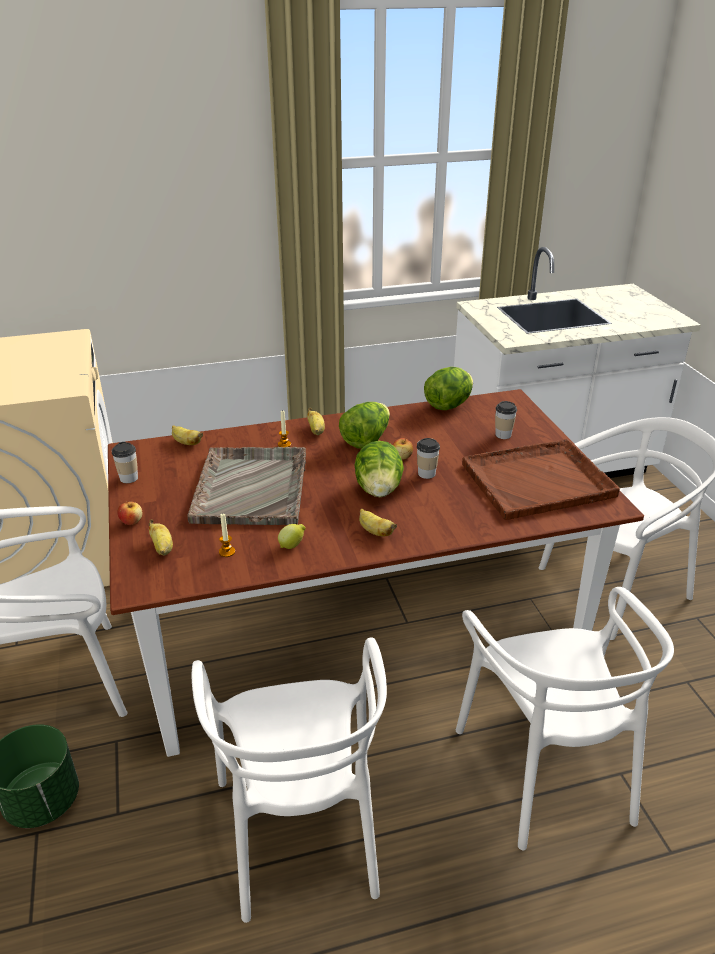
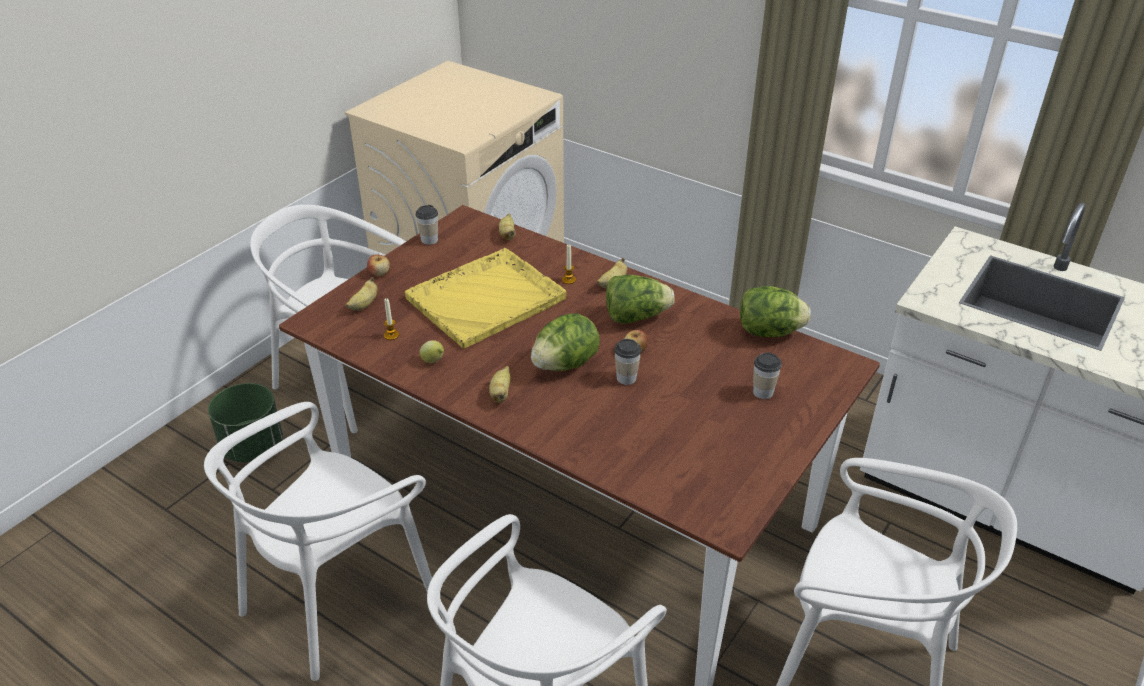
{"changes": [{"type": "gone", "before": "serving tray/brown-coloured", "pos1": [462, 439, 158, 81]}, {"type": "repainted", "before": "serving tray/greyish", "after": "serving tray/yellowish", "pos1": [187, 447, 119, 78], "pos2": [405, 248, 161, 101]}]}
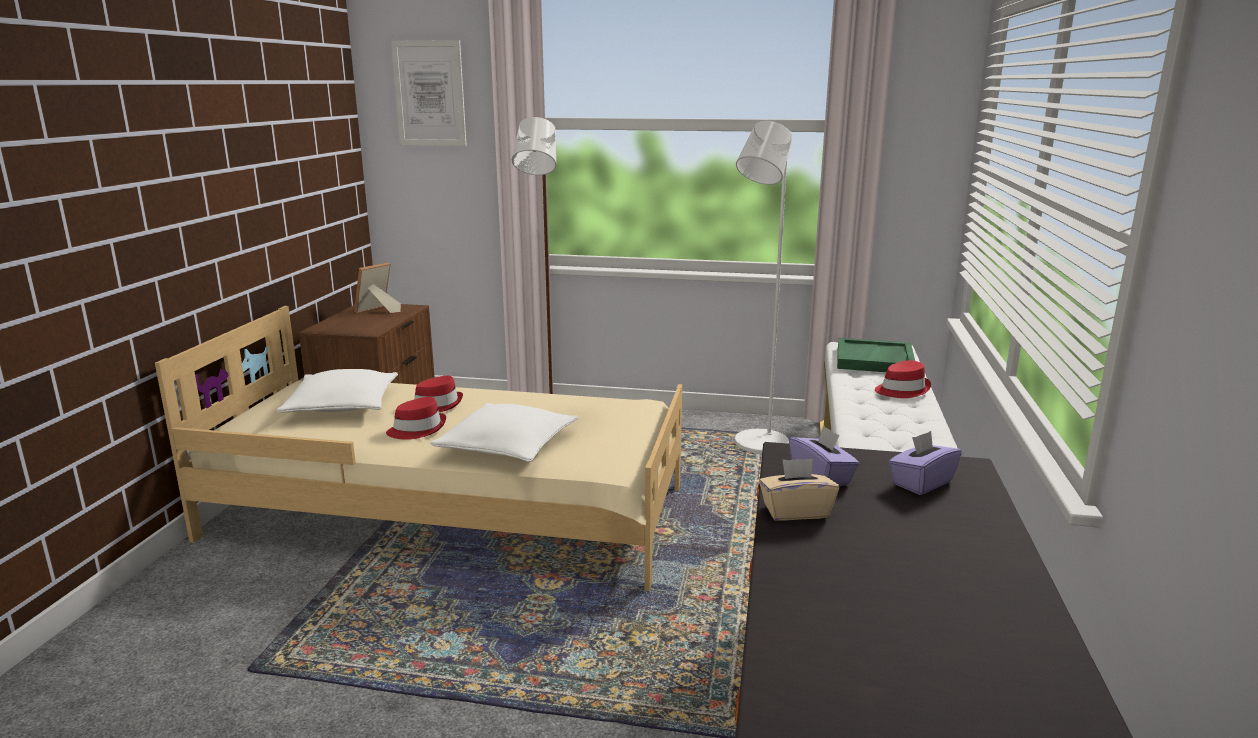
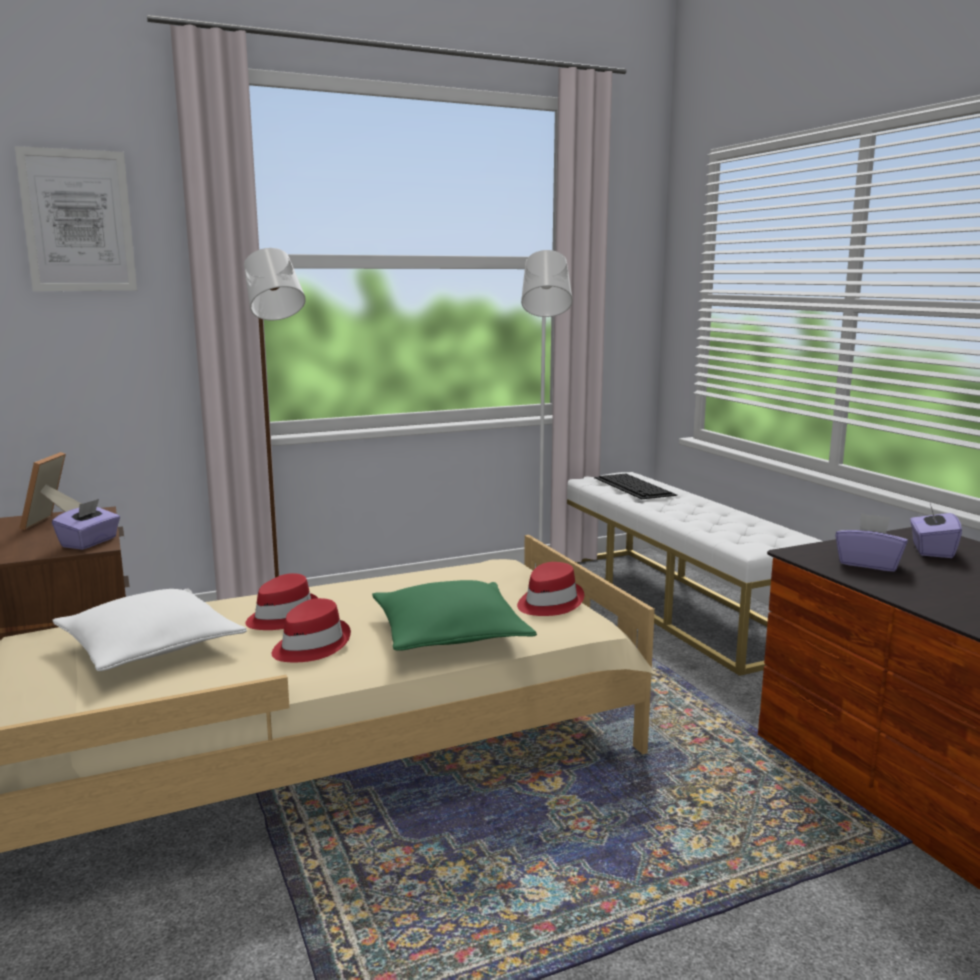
{"changes": [{"type": "gone", "before": "tissue holder/beige", "pos1": [759, 459, 80, 62]}, {"type": "new", "after": "tissue holder/purplish", "pos2": [52, 499, 68, 51]}, {"type": "shifted", "before": "wearable hat/reddish", "pos1": [875, 360, 56, 38], "pos2": [517, 562, 67, 54]}, {"type": "swapped", "before": "serving tray/green-coloured", "after": "computer keyboard", "pos1": [837, 338, 78, 34], "pos2": [594, 474, 83, 25]}, {"type": "repainted", "before": "cushion/whitish", "after": "cushion/green-coloured", "pos1": [430, 403, 148, 59], "pos2": [372, 580, 165, 71]}]}
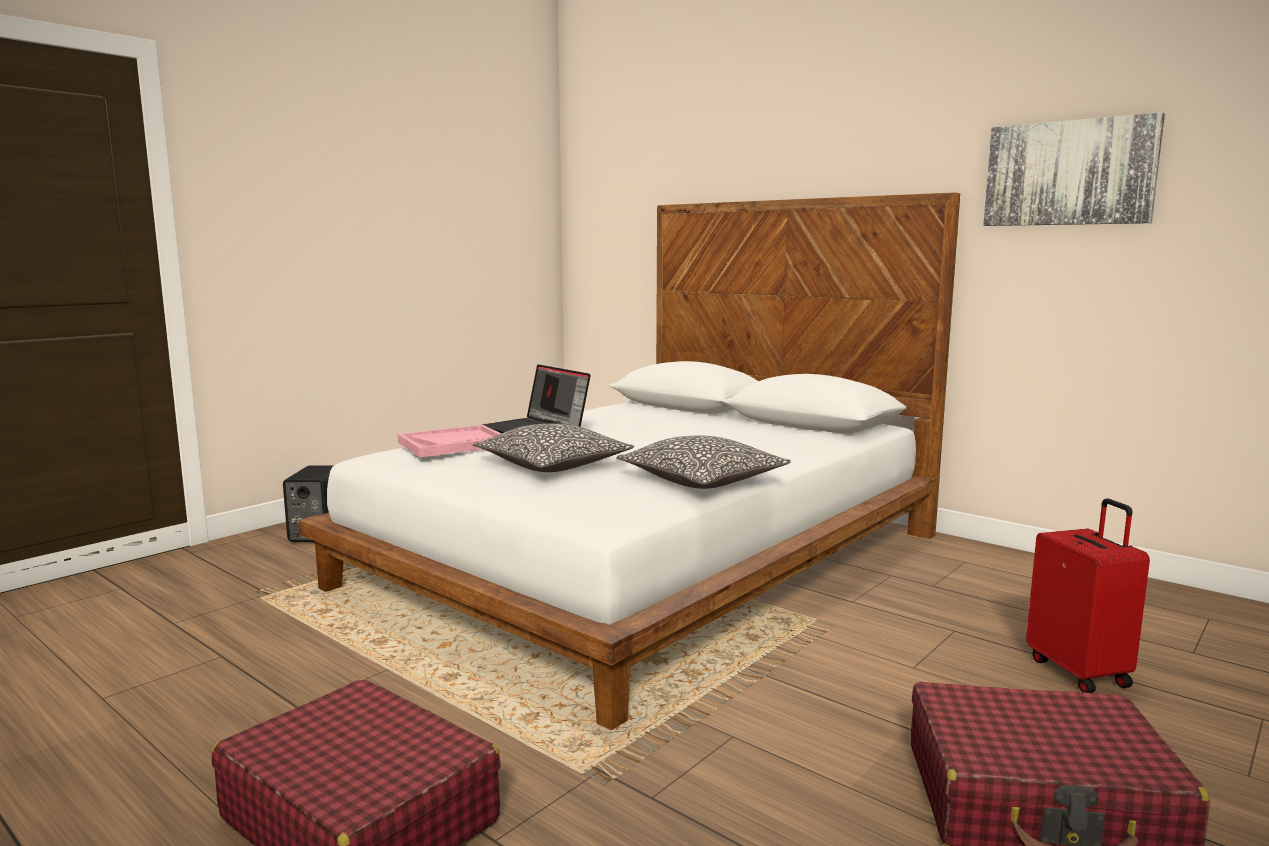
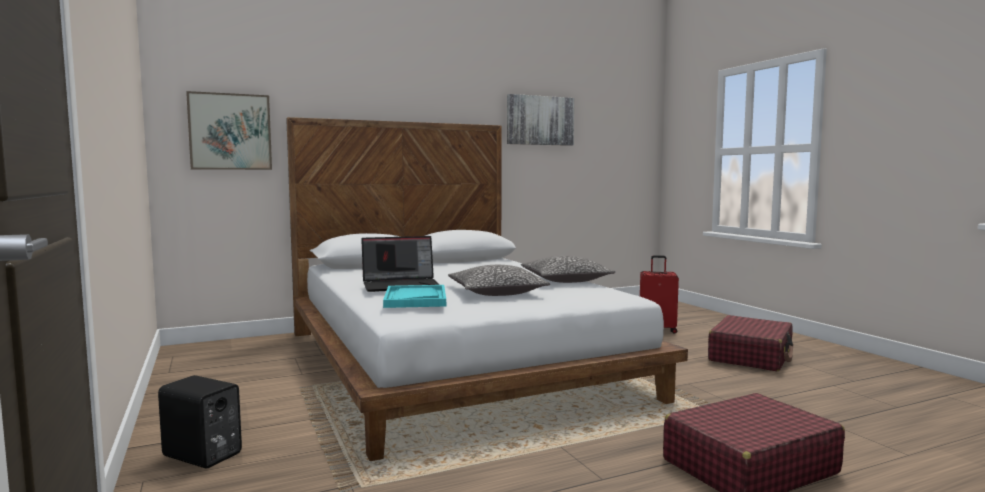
{"changes": [{"type": "new", "after": "picture", "pos2": [186, 91, 86, 79]}, {"type": "repainted", "before": "serving tray/pink-coloured", "after": "serving tray/turquoise", "pos1": [398, 425, 103, 32], "pos2": [383, 285, 63, 23]}]}
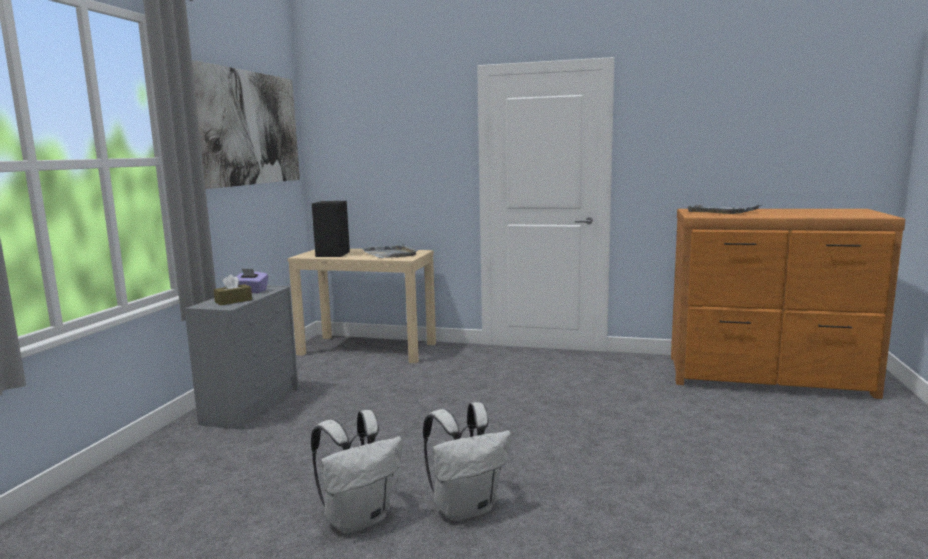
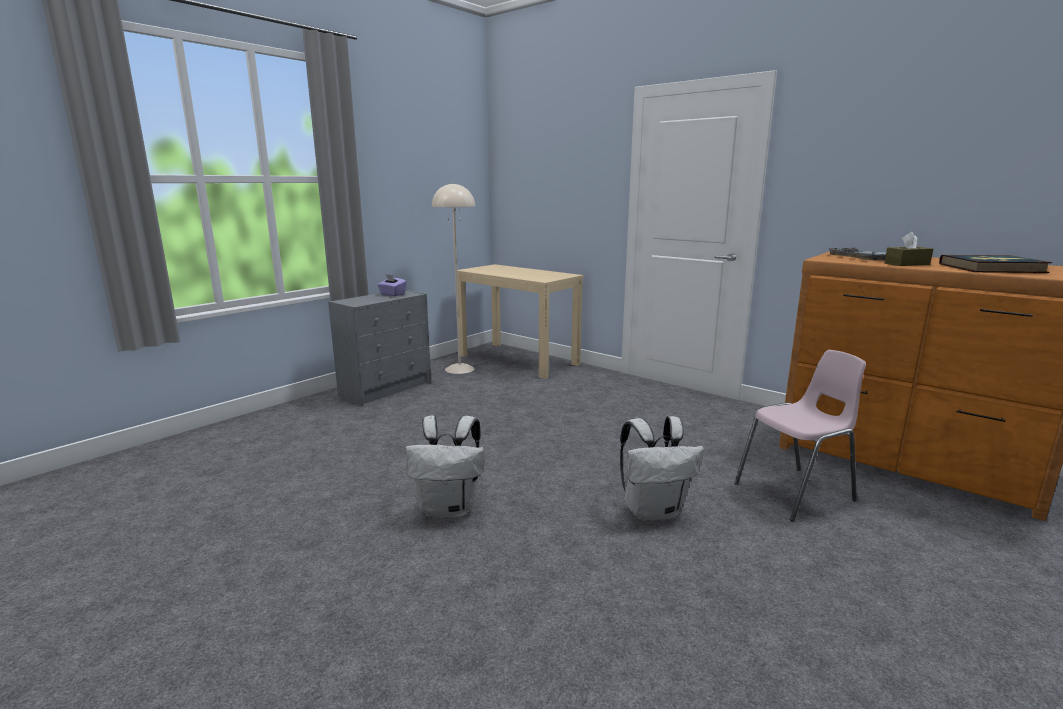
{"changes": [{"type": "gone", "before": "picture", "pos1": [192, 60, 108, 129]}, {"type": "gone", "before": "loudspeaker/black-coloured", "pos1": [312, 201, 38, 56]}, {"type": "gone", "before": "serving tray/greyish", "pos1": [362, 244, 56, 14]}, {"type": "new", "after": "standing lamp/beige", "pos2": [432, 183, 43, 191]}, {"type": "new", "after": "chair/pink-coloured", "pos2": [734, 350, 132, 172]}, {"type": "new", "after": "book", "pos2": [939, 255, 113, 18]}, {"type": "shifted", "before": "tissue holder/brown-coloured", "pos1": [214, 274, 38, 31], "pos2": [884, 232, 49, 34]}, {"type": "shifted", "before": "backpack/whitish", "pos1": [311, 410, 91, 124], "pos2": [620, 416, 84, 105]}]}
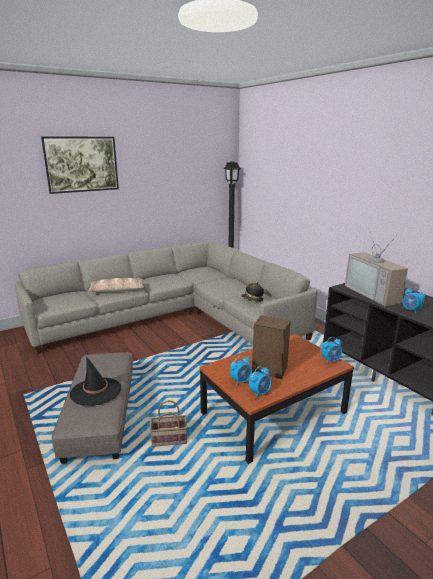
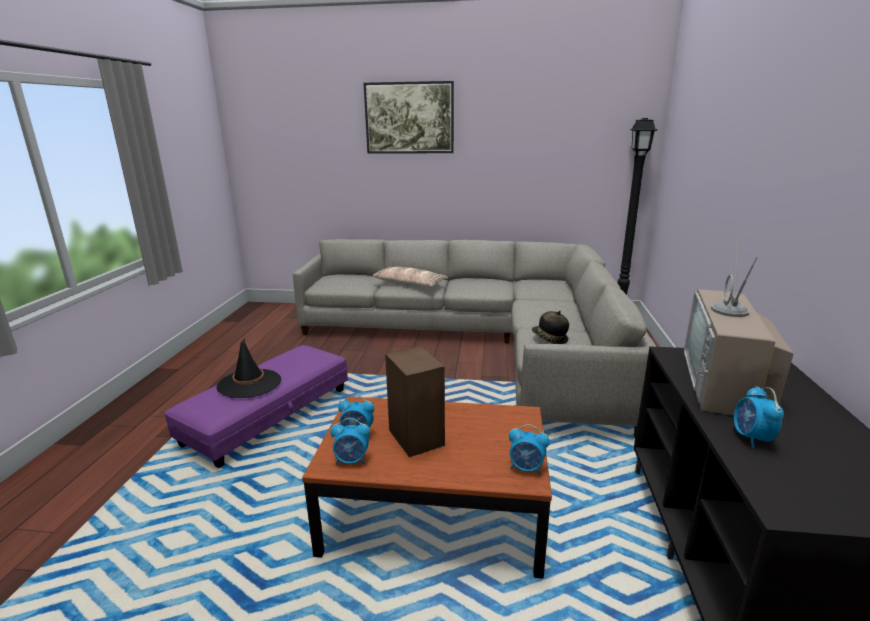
{"changes": [{"type": "gone", "before": "household basket", "pos1": [150, 400, 37, 47]}, {"type": "repainted", "before": "ottoman/greyish", "after": "ottoman/purplish", "pos1": [52, 352, 81, 112], "pos2": [165, 345, 183, 123]}]}
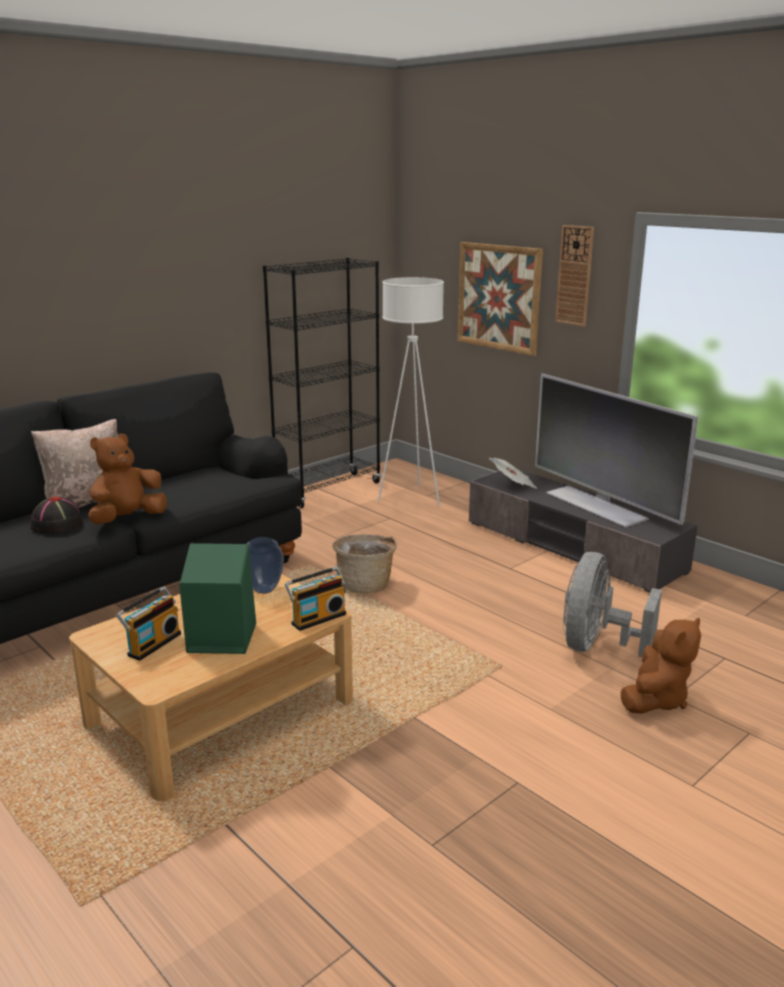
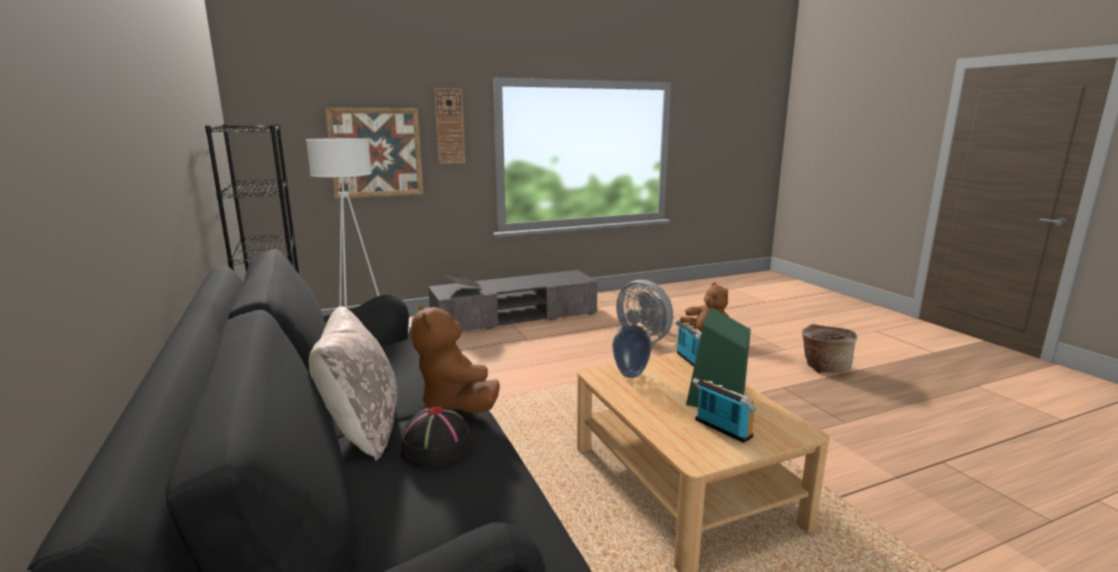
{"changes": [{"type": "gone", "before": "TV", "pos1": [535, 373, 163, 154]}, {"type": "shifted", "before": "household basket", "pos1": [333, 534, 64, 59], "pos2": [802, 324, 56, 49]}]}
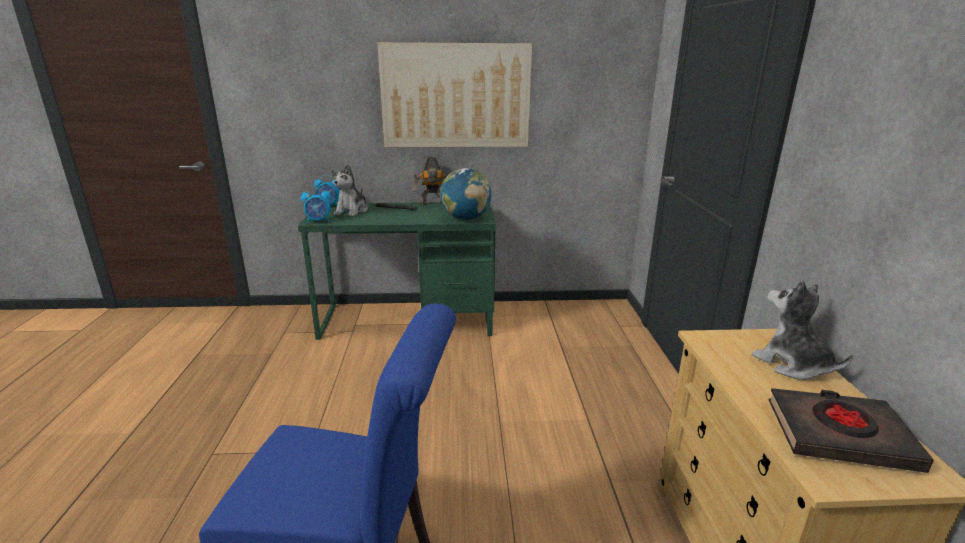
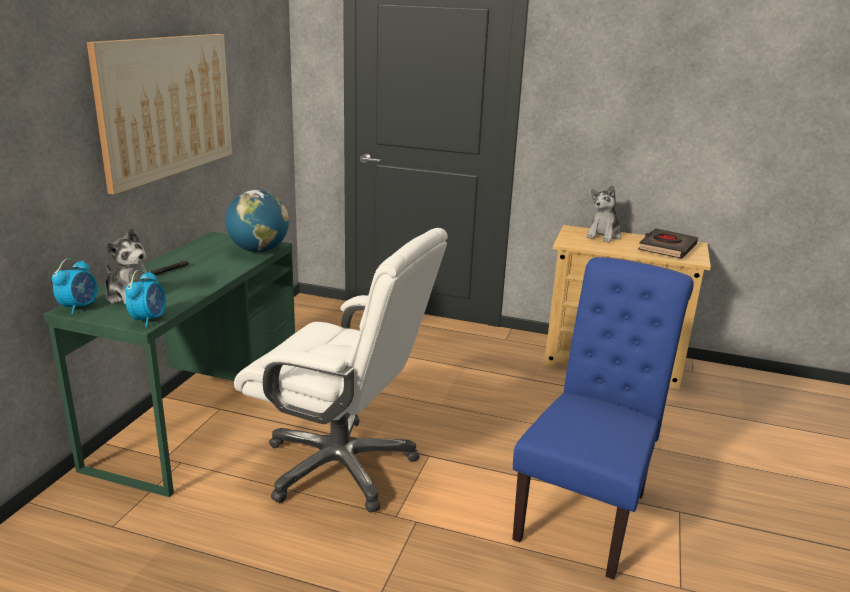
{"changes": [{"type": "gone", "before": "robot figure", "pos1": [412, 157, 37, 48]}, {"type": "new", "after": "computer chair/whitish", "pos2": [234, 228, 214, 285]}, {"type": "rotated", "before": "soft toy", "pos1": [752, 280, 101, 100], "pos2": [586, 185, 35, 58], "turn": -45}]}
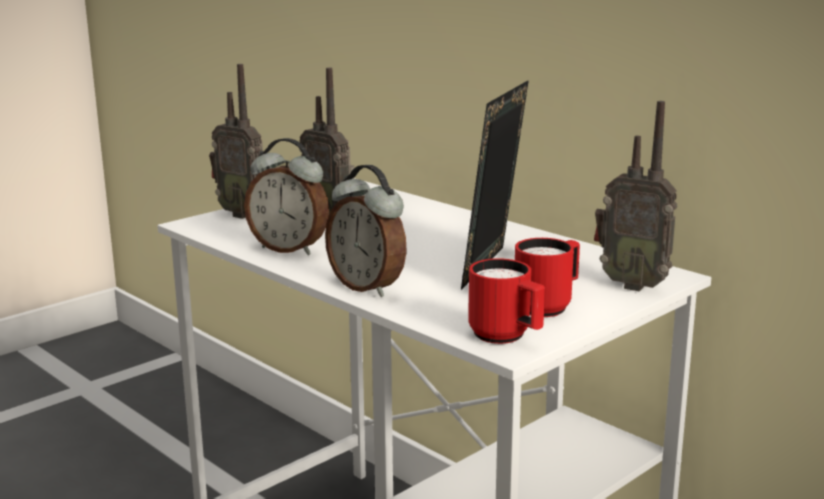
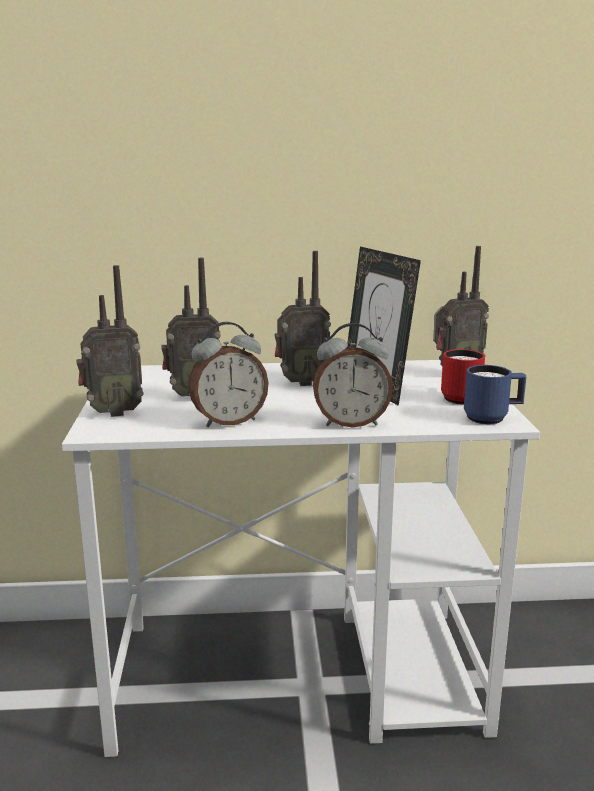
{"changes": [{"type": "new", "after": "radio receiver", "pos2": [275, 251, 56, 135]}, {"type": "repainted", "before": "coffee mug/reddish", "after": "coffee mug/blue-coloured", "pos1": [468, 258, 77, 86], "pos2": [464, 365, 62, 59]}]}
